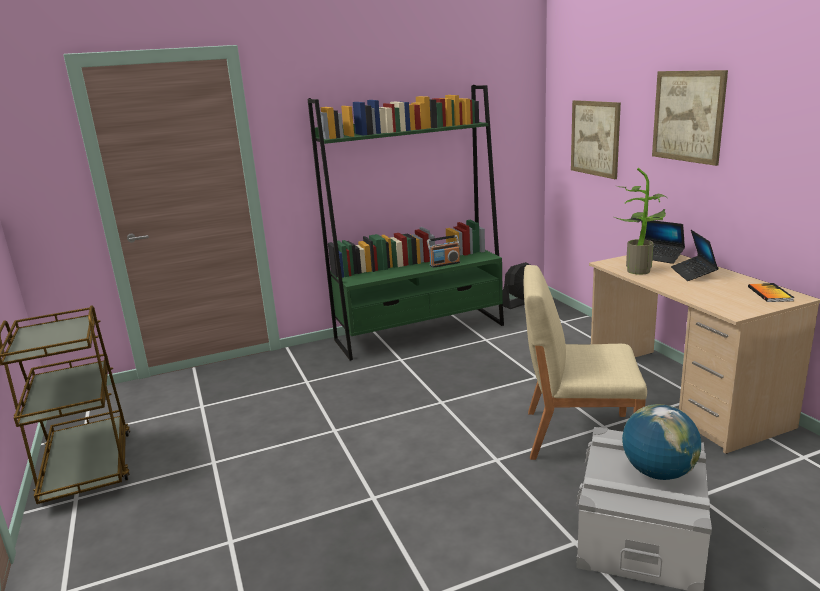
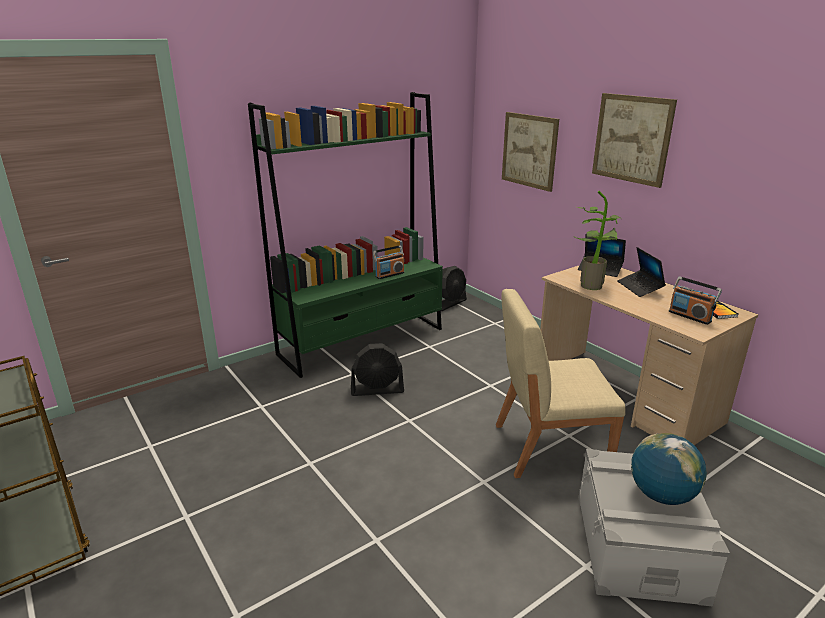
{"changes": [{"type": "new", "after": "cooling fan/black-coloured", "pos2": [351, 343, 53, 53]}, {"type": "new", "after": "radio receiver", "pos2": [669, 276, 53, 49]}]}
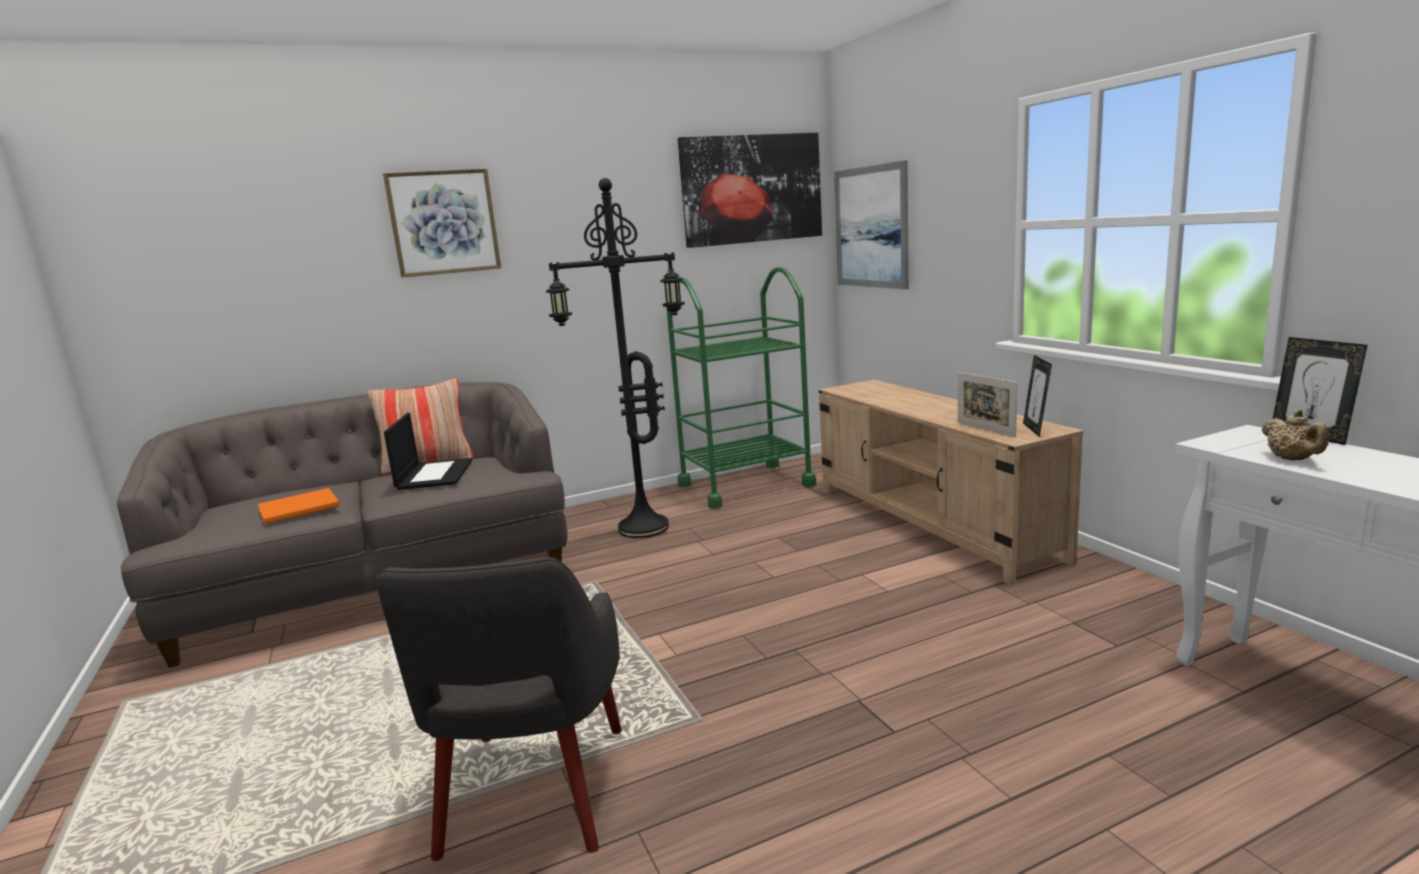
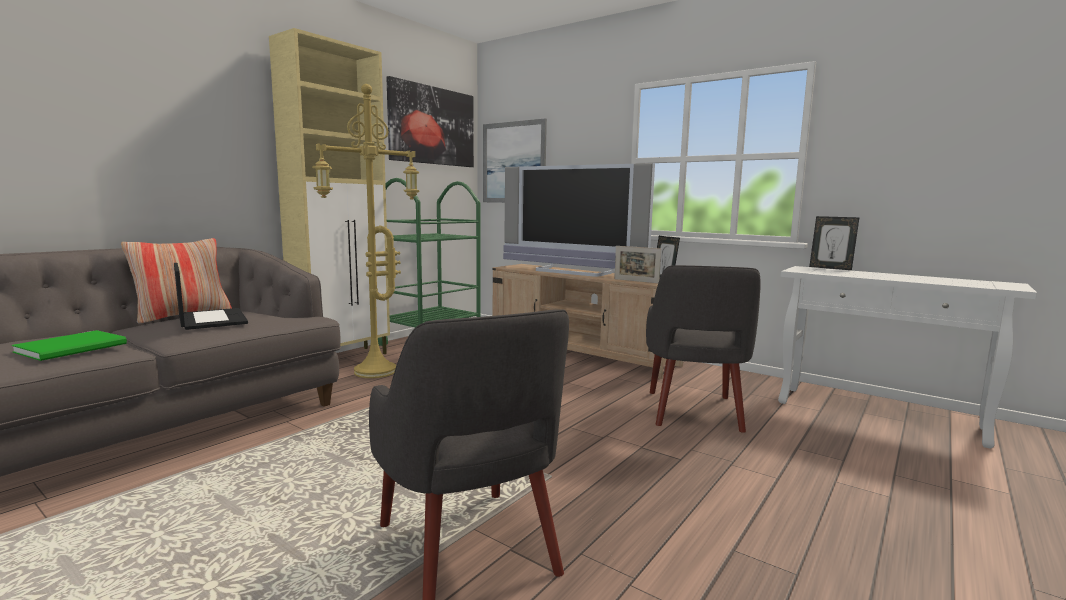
{"changes": [{"type": "gone", "before": "picture", "pos1": [383, 168, 118, 109]}, {"type": "gone", "before": "tea pot/beige", "pos1": [1262, 409, 67, 51]}, {"type": "new", "after": "cabinet/beige", "pos2": [269, 28, 121, 326]}, {"type": "new", "after": "TV", "pos2": [503, 163, 152, 114]}, {"type": "new", "after": "lounge chair/greyish", "pos2": [646, 265, 115, 168]}, {"type": "repainted", "before": "book/orangey", "after": "book/green-coloured", "pos1": [258, 488, 81, 36], "pos2": [11, 330, 116, 31]}, {"type": "repainted", "before": "standing lamp/black-coloured", "after": "standing lamp/yellowish", "pos1": [546, 178, 139, 360], "pos2": [312, 84, 108, 294]}]}
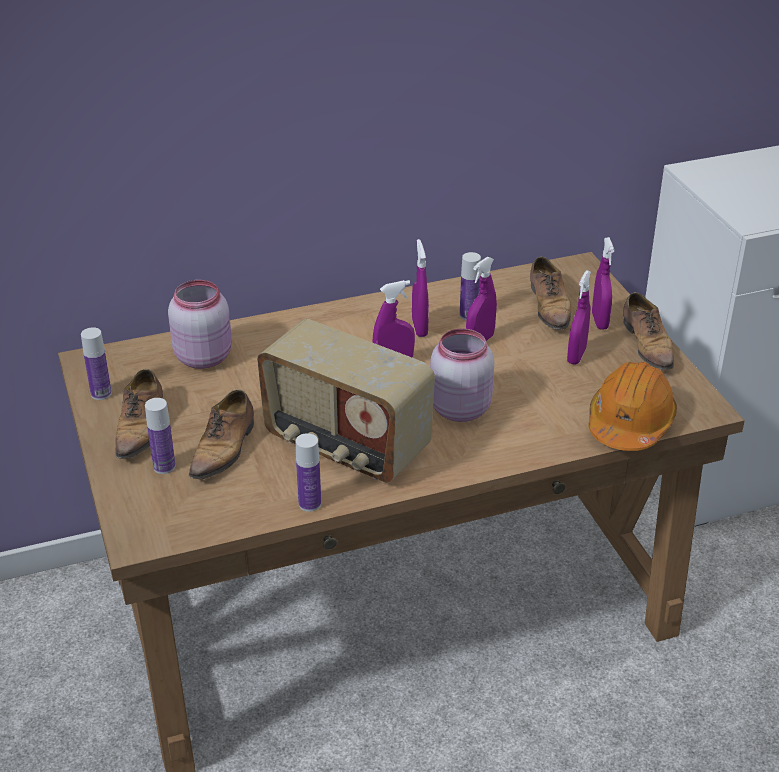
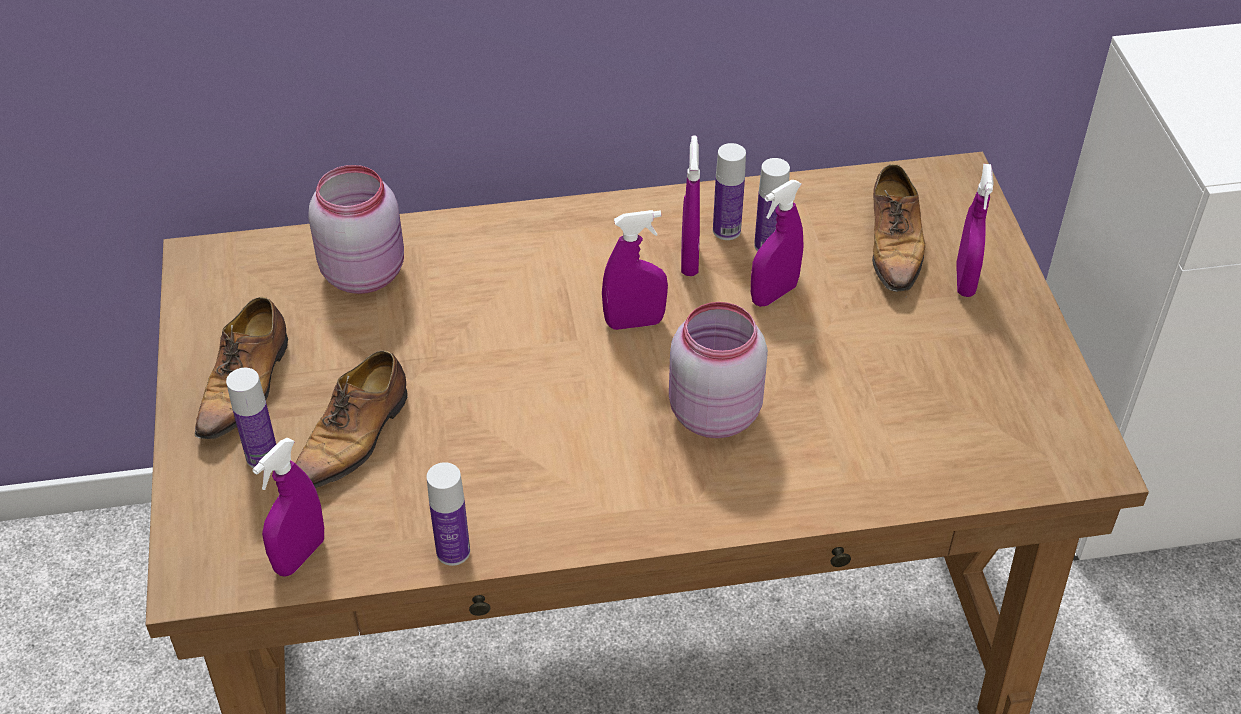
{"changes": [{"type": "gone", "before": "radio receiver", "pos1": [257, 319, 178, 164]}, {"type": "gone", "before": "work helmet/orangey", "pos1": [589, 362, 88, 89]}, {"type": "gone", "before": "low shoe", "pos1": [623, 292, 51, 82]}, {"type": "shifted", "before": "drink bottle", "pos1": [81, 327, 31, 73], "pos2": [713, 143, 33, 97]}, {"type": "shifted", "before": "sprayer/purplish", "pos1": [567, 270, 24, 95], "pos2": [252, 437, 72, 140]}]}
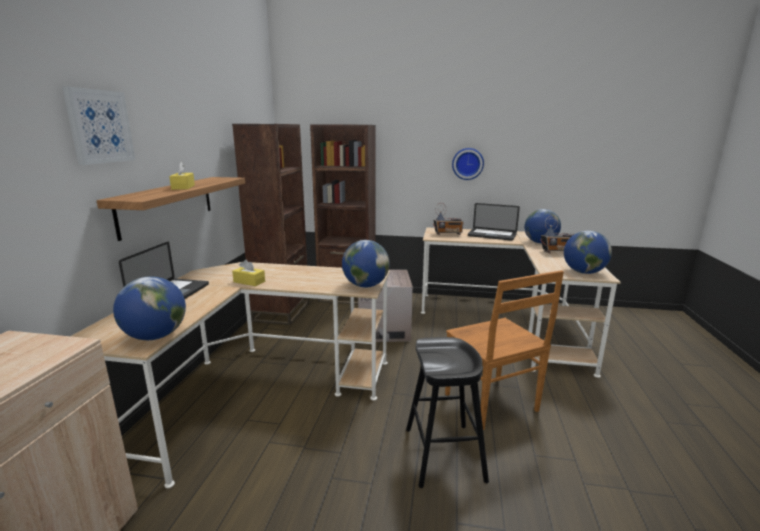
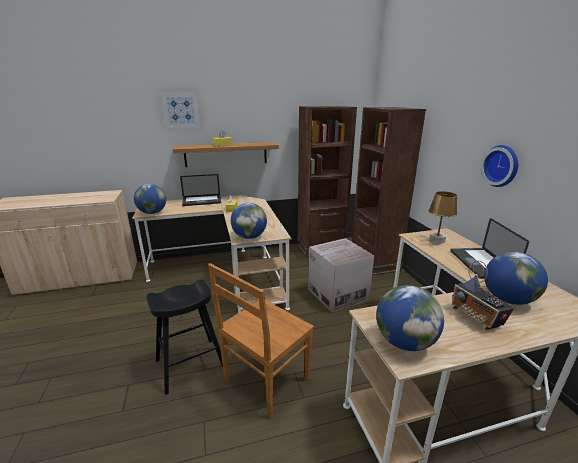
{"changes": [{"type": "swapped", "before": "radio receiver", "after": "tabletop lamp/brown-coloured", "pos1": [433, 203, 31, 32], "pos2": [429, 191, 28, 54]}]}
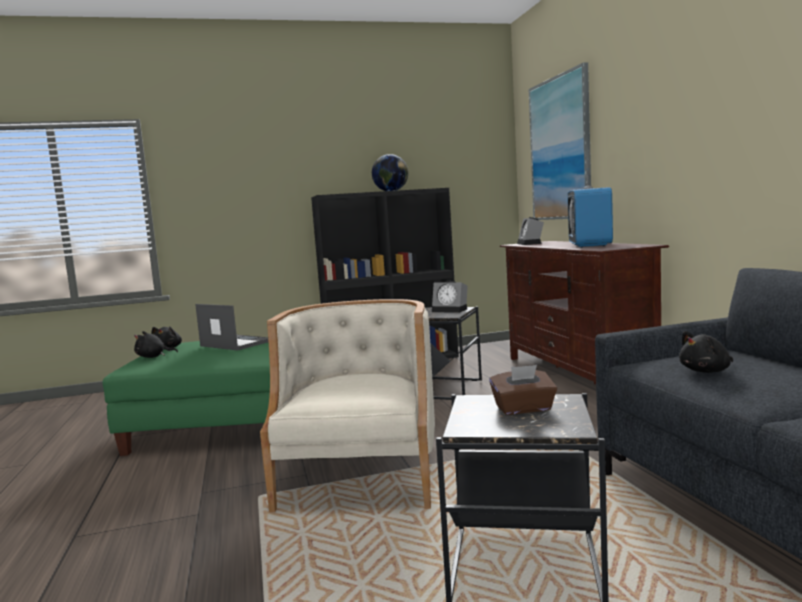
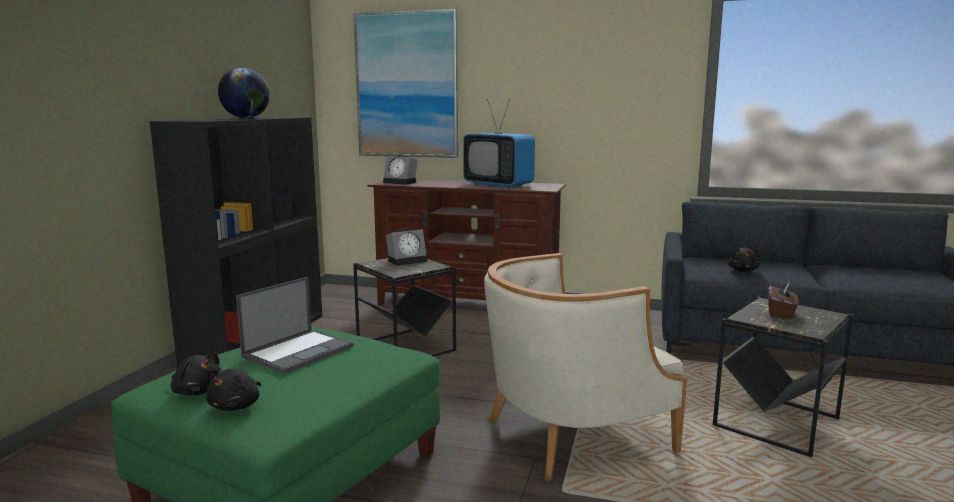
{"changes": [{"type": "rotated", "before": "portable computer", "pos1": [195, 304, 73, 47], "pos2": [236, 277, 117, 97], "turn": 150}, {"type": "rotated", "before": "lounge chair/beige", "pos1": [260, 299, 175, 213], "pos2": [484, 253, 203, 229], "turn": -60}]}
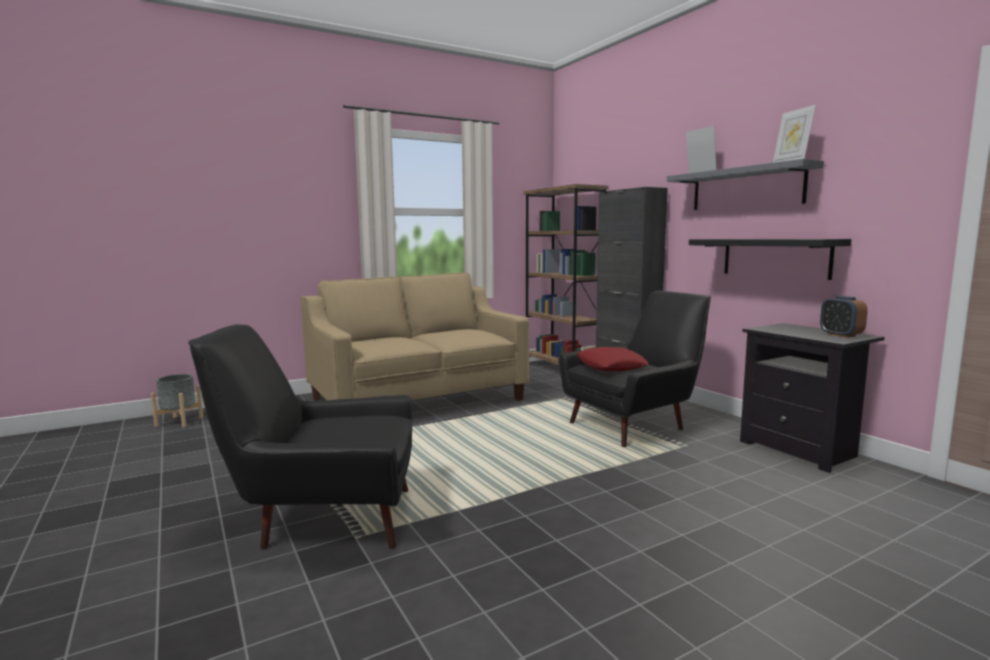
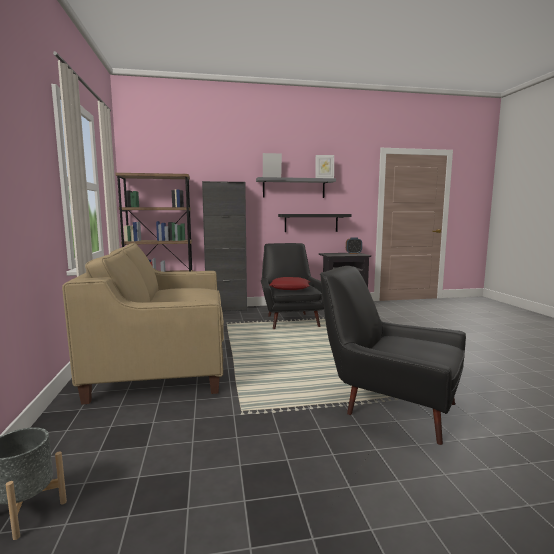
{"changes": [{"type": "rotated", "before": "lounge chair/black-coloured", "pos1": [188, 324, 224, 226], "pos2": [320, 266, 146, 179], "turn": 105}]}
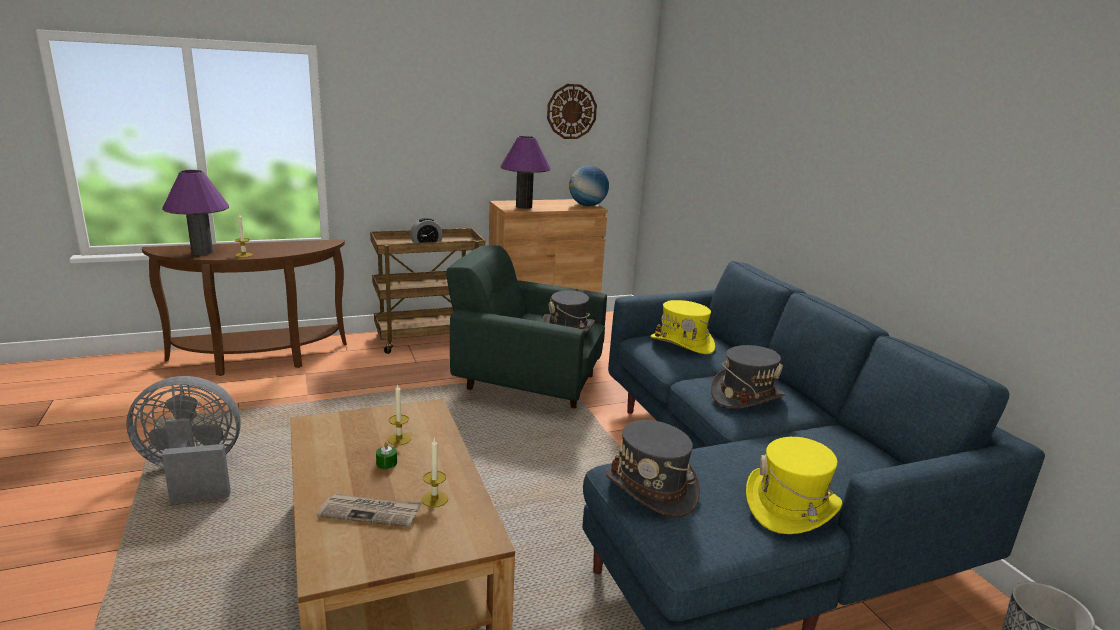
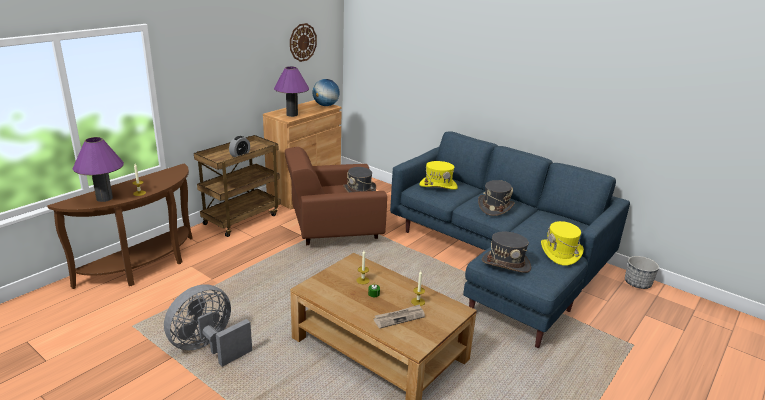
{"changes": [{"type": "repainted", "before": "lounge chair/green-coloured", "after": "lounge chair/brown-coloured", "pos1": [446, 245, 161, 163], "pos2": [285, 147, 102, 98]}]}
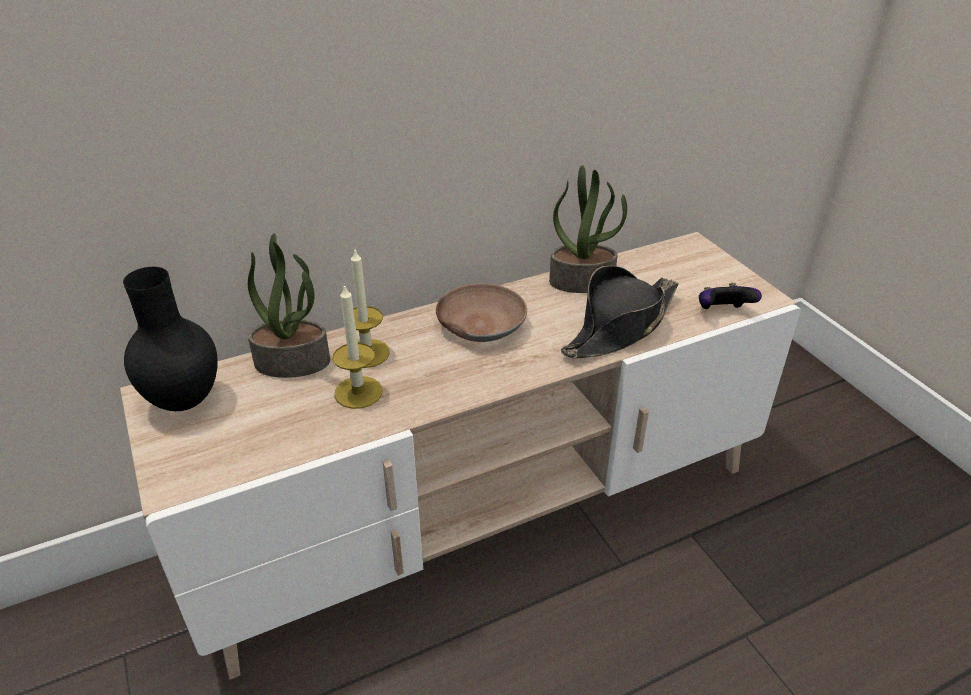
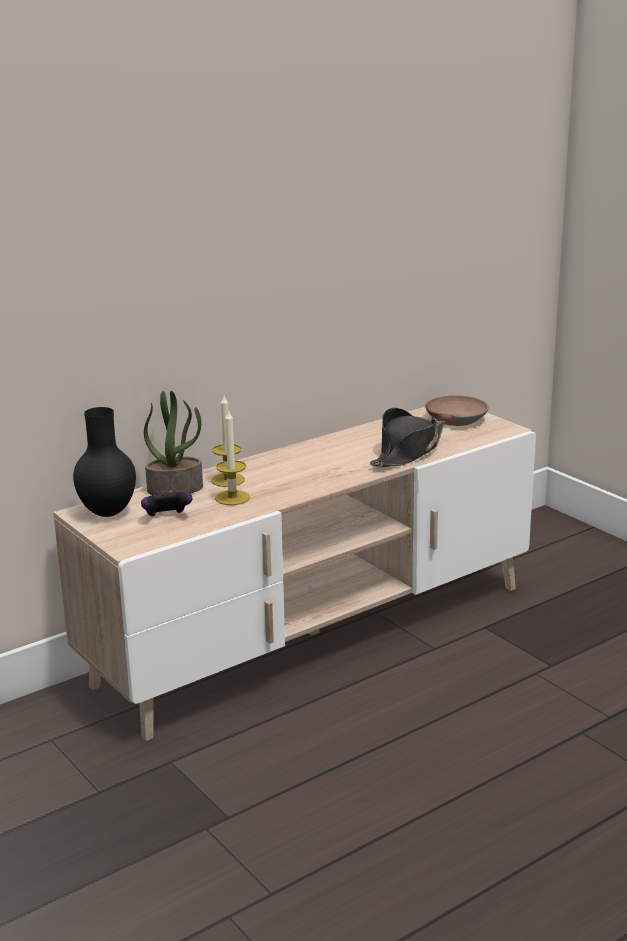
{"changes": [{"type": "gone", "before": "houseplant", "pos1": [549, 165, 78, 128]}, {"type": "shifted", "before": "deep dish/brown-coloured", "pos1": [436, 283, 91, 59], "pos2": [425, 395, 64, 31]}, {"type": "shifted", "before": "game controller", "pos1": [699, 283, 63, 26], "pos2": [141, 491, 52, 26]}]}
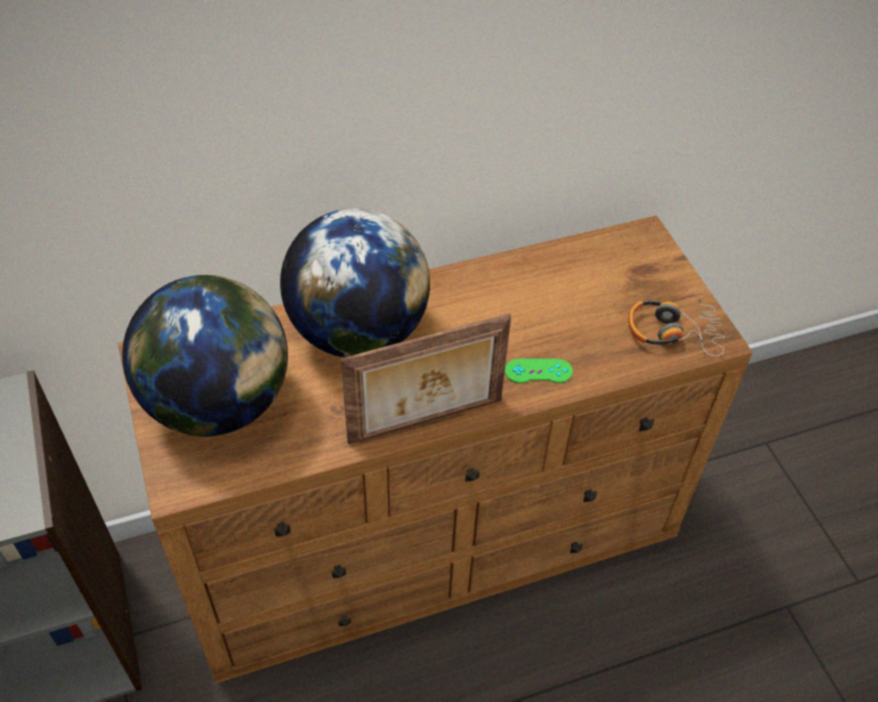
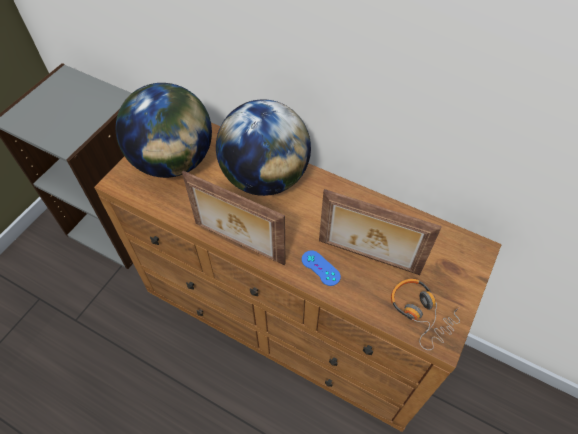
{"changes": [{"type": "new", "after": "standing frame", "pos2": [319, 189, 123, 86]}, {"type": "repainted", "before": "game controller/green-coloured", "after": "game controller/blue-coloured", "pos1": [505, 359, 68, 24], "pos2": [302, 250, 39, 36]}]}
